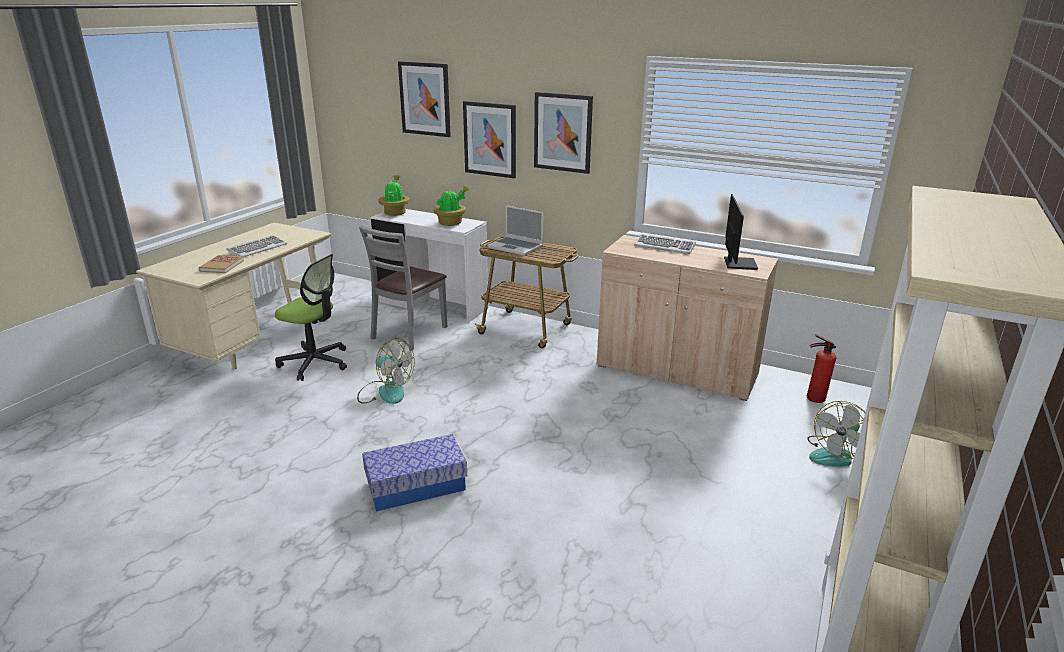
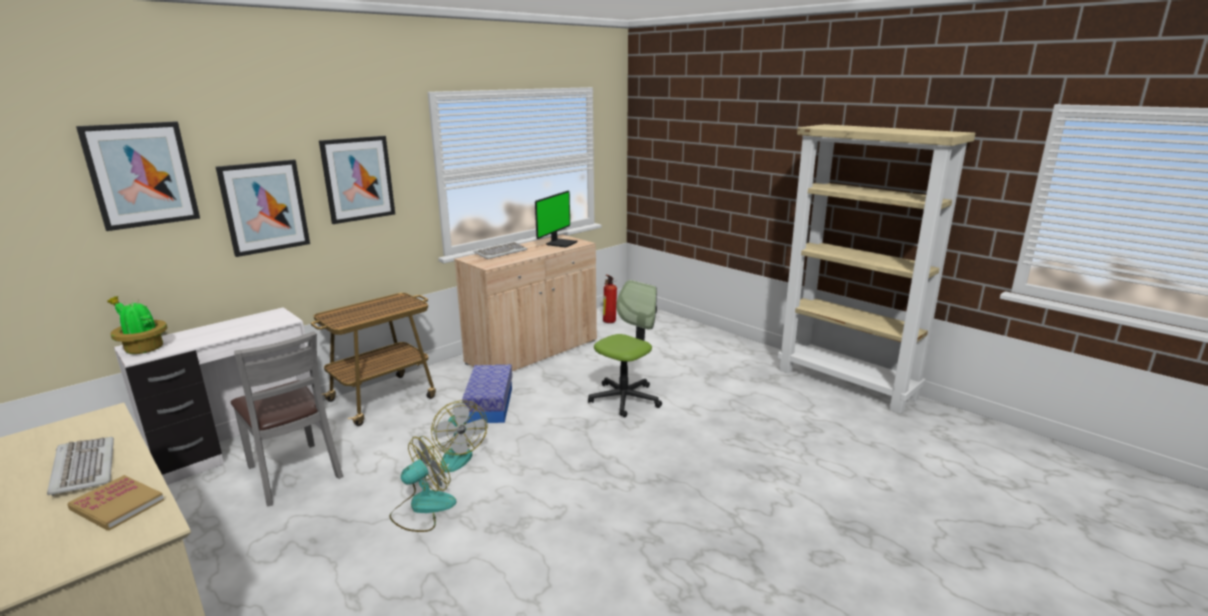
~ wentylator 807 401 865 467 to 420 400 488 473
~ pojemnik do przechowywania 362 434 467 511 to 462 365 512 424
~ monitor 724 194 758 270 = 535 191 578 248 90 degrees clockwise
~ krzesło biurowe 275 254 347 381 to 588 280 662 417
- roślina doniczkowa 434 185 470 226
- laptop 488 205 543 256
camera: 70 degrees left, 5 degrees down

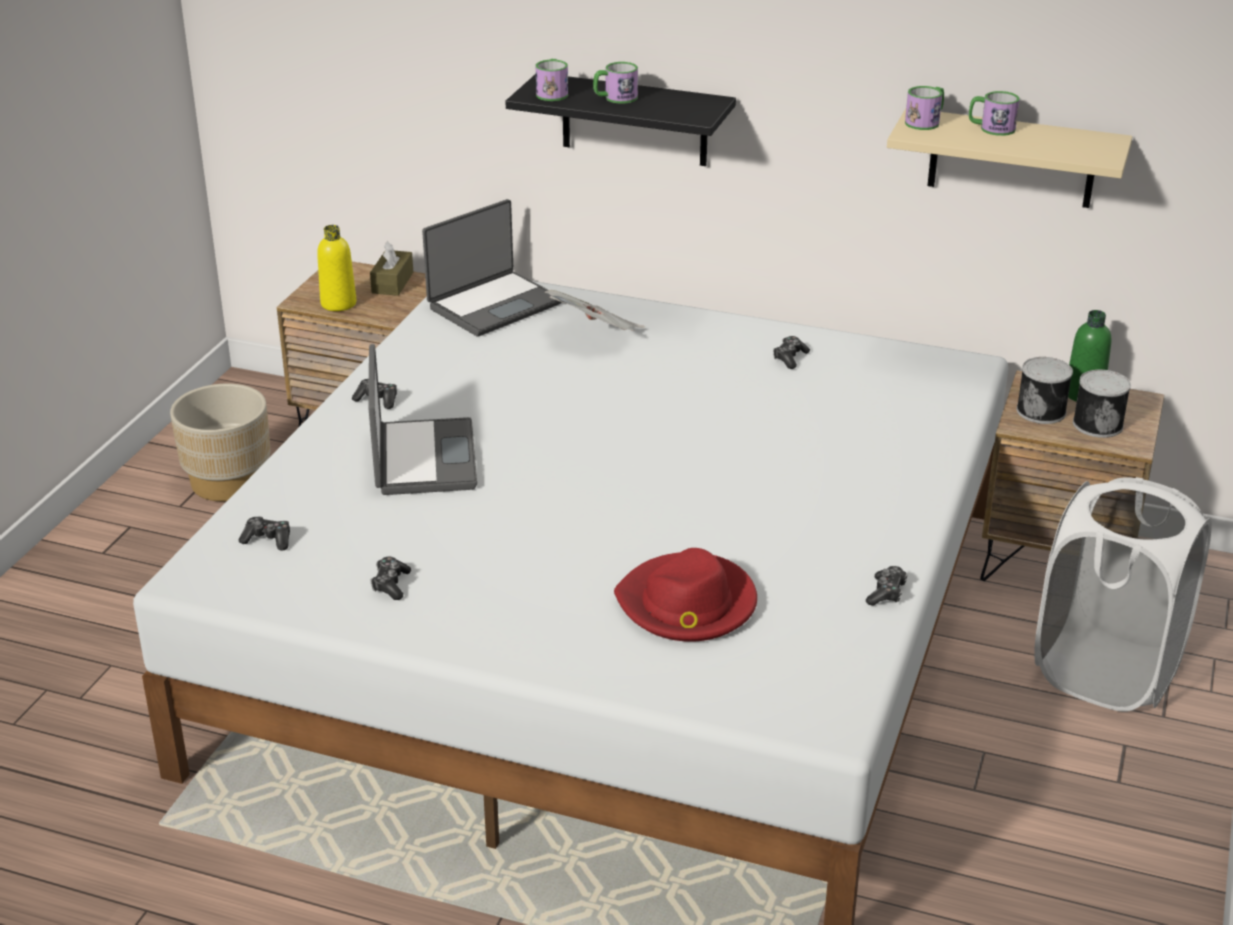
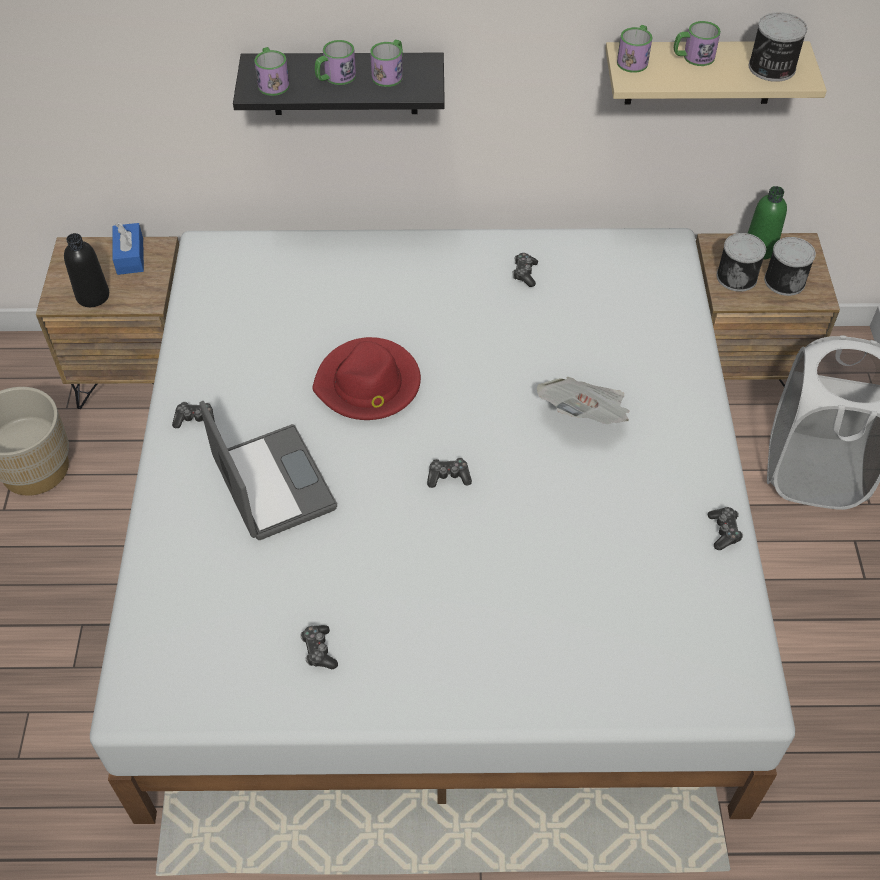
~ butelka [żółty] 317 225 357 311 to butelka [czarny] 64 233 109 307
~ pudełko chusteczek [brązowy] 370 241 413 296 to pudełko chusteczek [niebieski] 112 223 144 275
~ kapelusz [czerwony] 614 548 757 642 to 312 337 421 420
+ kubek 370 39 403 87
~ pad do gier 239 516 290 550 to 427 457 472 488
~ gazeta 545 290 645 331 to 537 377 629 424
+ puszka 749 12 807 82
- laptop 422 199 562 337
camera: 20 degrees left, 20 degrees up

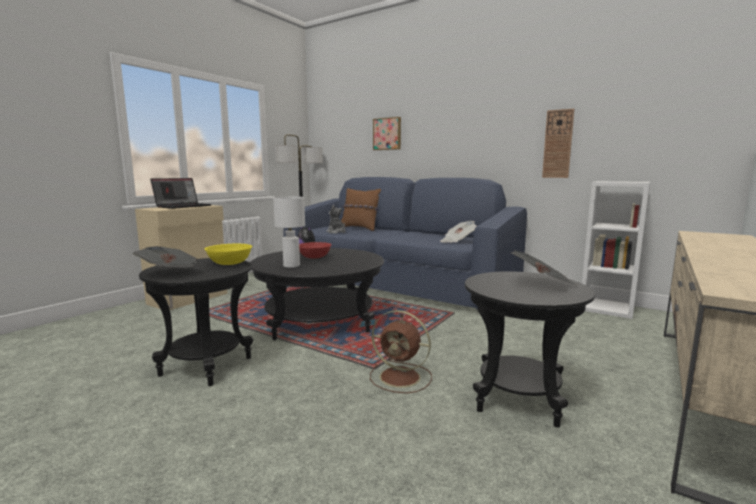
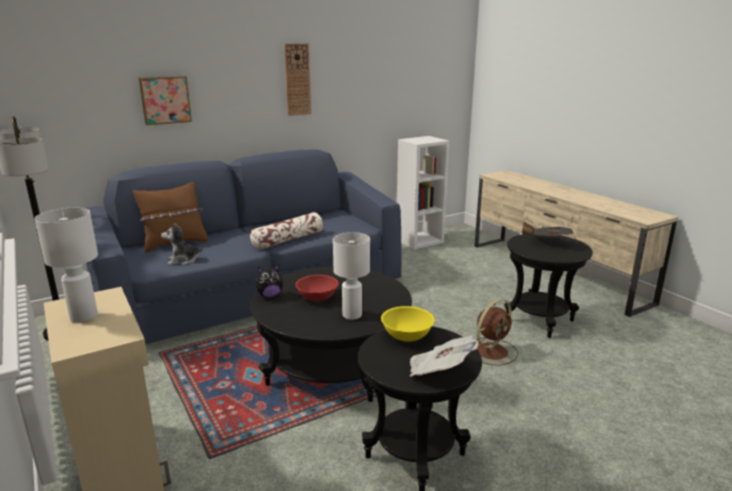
~ laptop 150 178 212 209 to lampa stołowa [biały] 34 208 98 322
+ poduszka 250 212 323 250
~ zegar ścienny 542 109 574 178 to 284 43 311 116
- gazeta 440 221 477 243
camera: 65 degrees left, 10 degrees up

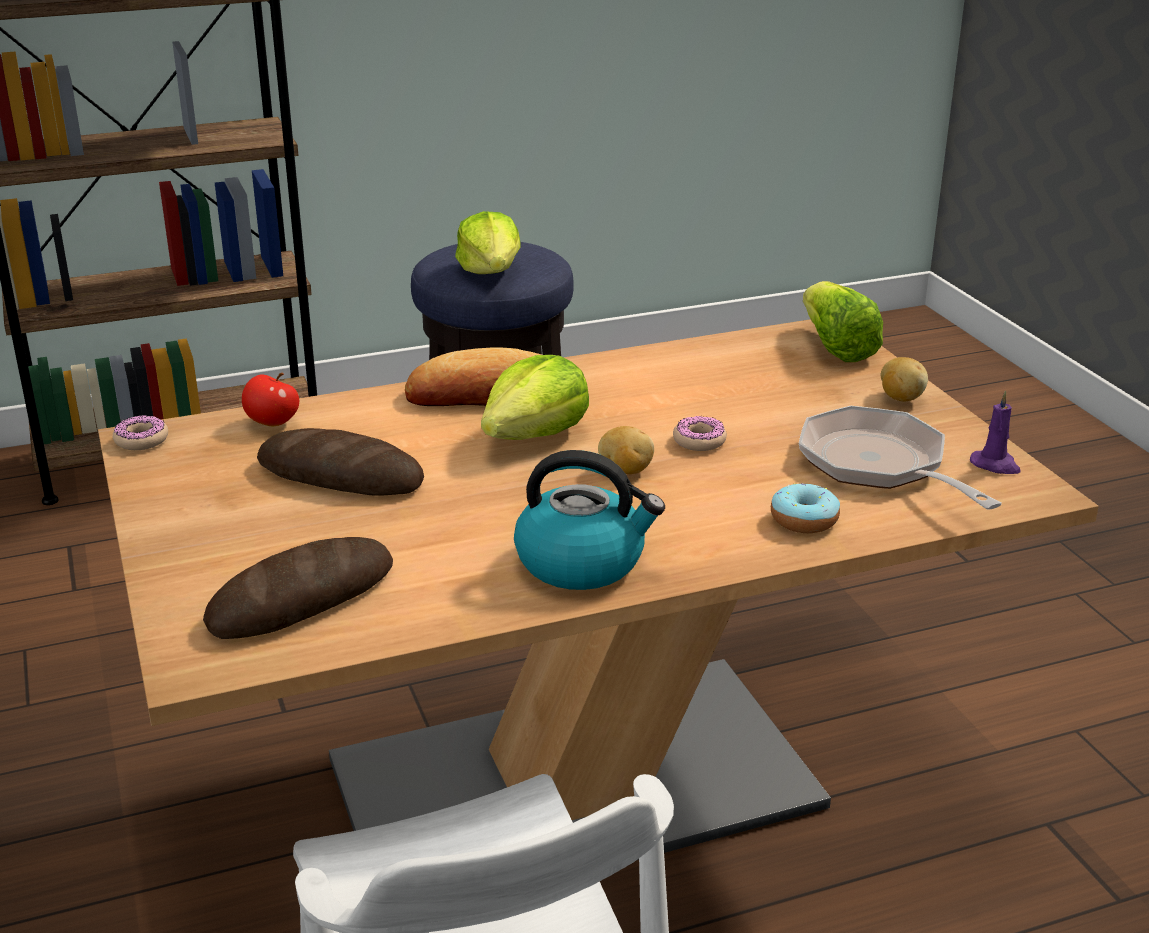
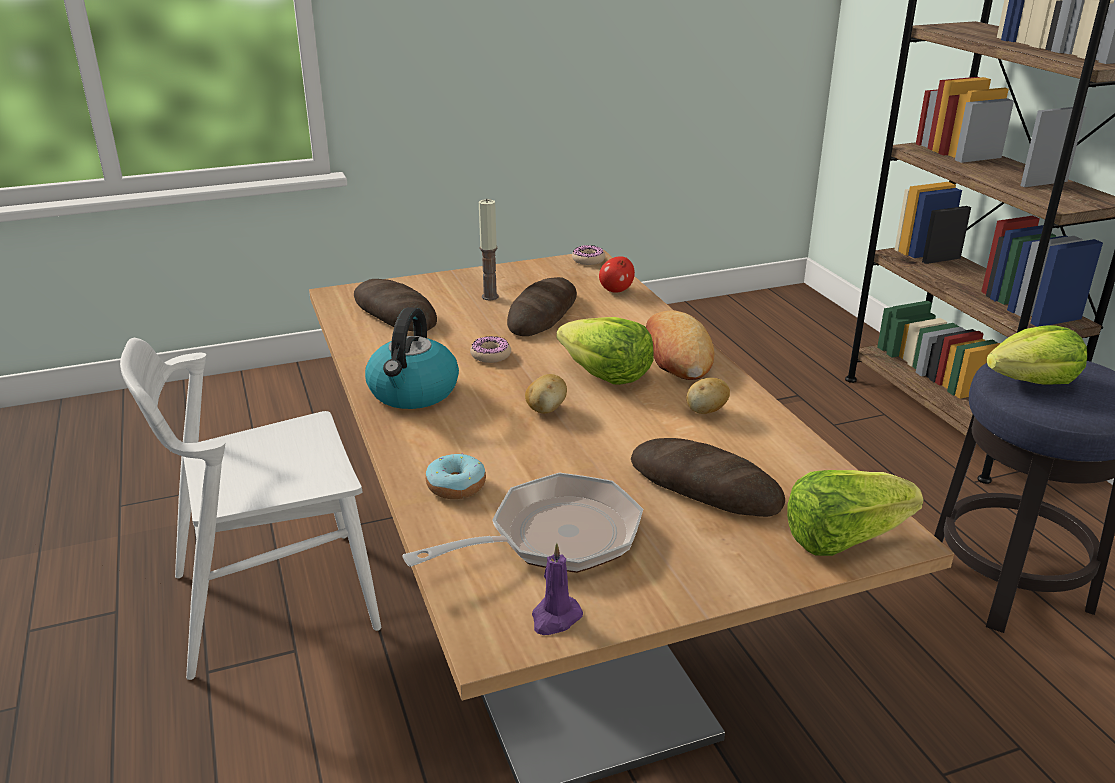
~ donut 673 416 727 451 to 470 336 511 363
+ świeca 479 198 499 300
+ chleb 631 438 785 517
~ ziemniak 880 357 928 401 to 686 378 730 414
camera: 90 degrees right, 0 degrees up

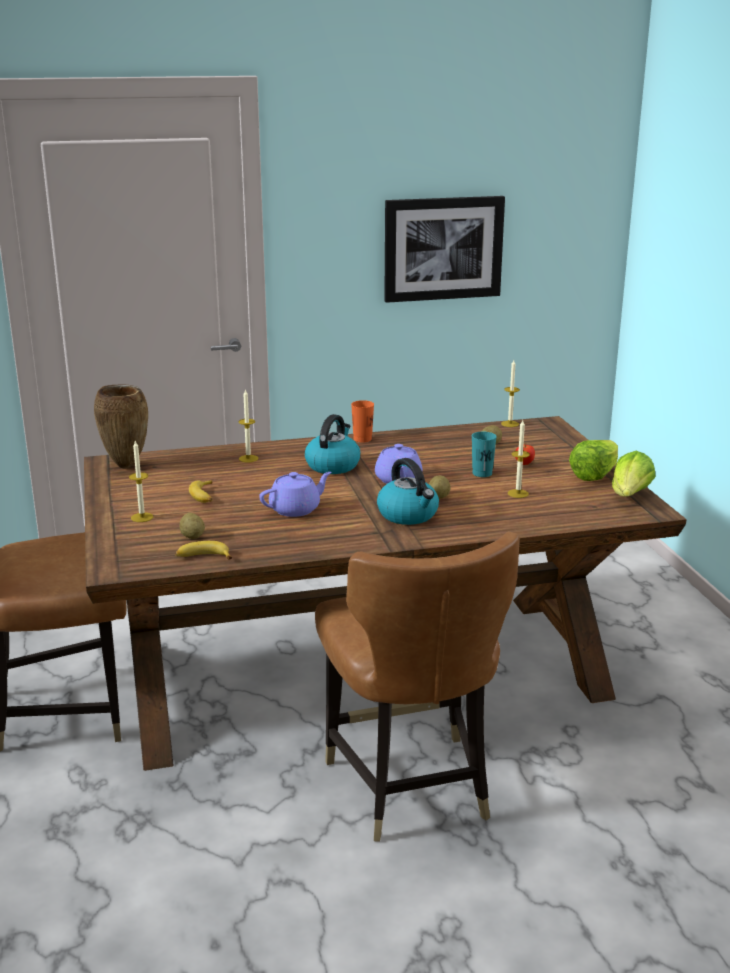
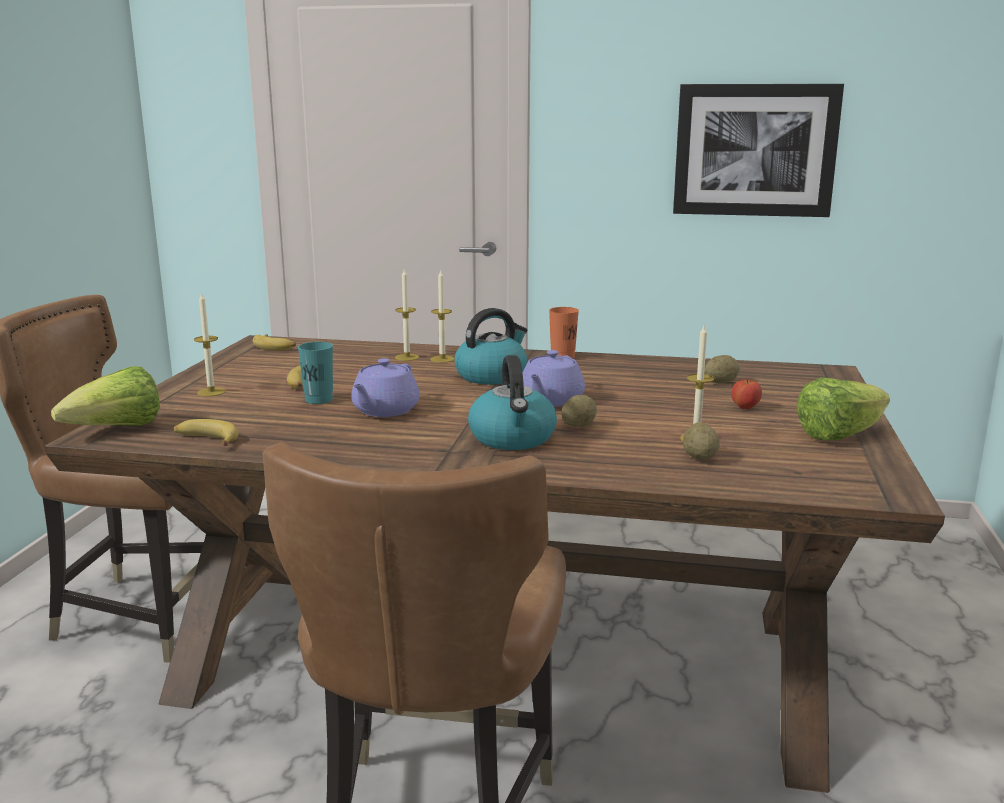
~ sałata 612 451 656 497 to 51 366 160 426
~ wazon [brązowy] 94 385 148 468 to banan 253 334 296 351
~ filiżanka [turkusowy] 472 432 497 477 to 298 342 333 404
~ imbryk [fioletowy] 259 472 332 517 = 351 358 420 417 120 degrees clockwise
~ świeca 501 360 520 427 to 430 271 454 363
~ ziemniak 180 513 205 539 to 683 422 720 460
camera: 25 degrees right, 5 degrees down

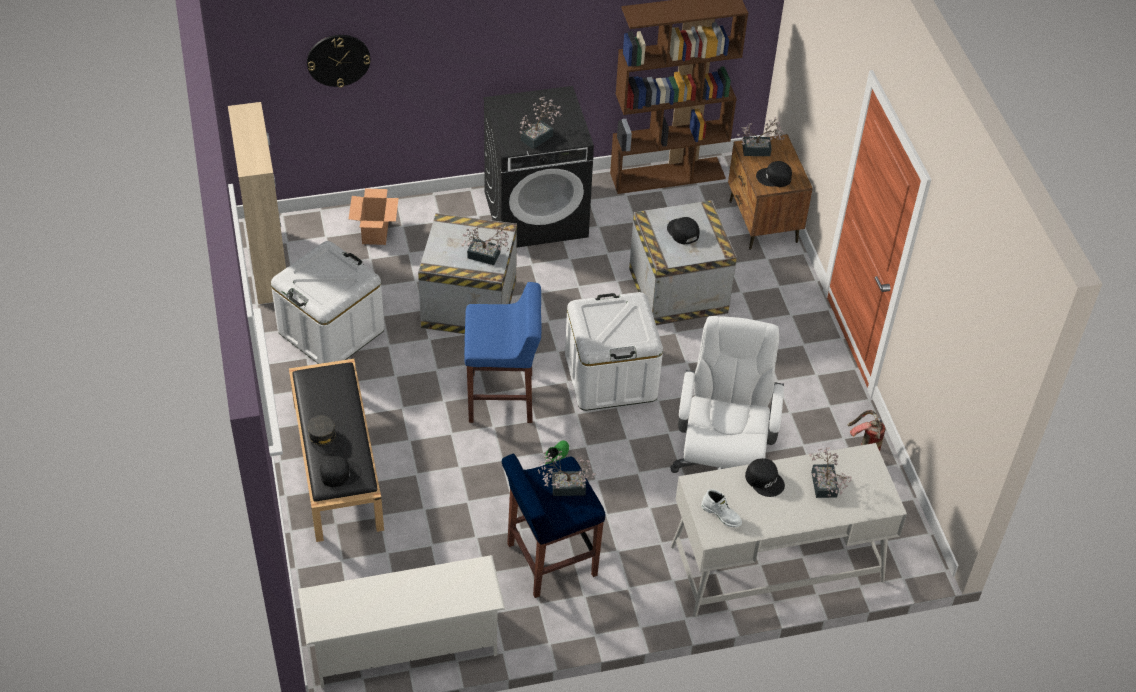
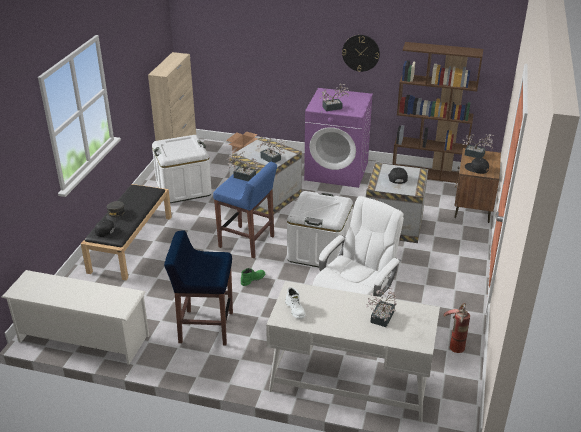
~ roślina doniczkowa 538 449 596 496 to 228 148 259 181
~ pralka [czarny] 483 86 594 247 to pralka [fioletowy] 304 88 373 188
~ zegar ścienny 307 35 370 88 to 342 35 380 72
- czapka z daszkiem [czarny] 745 458 785 497
camera: 30 degrees right, 15 degrees down

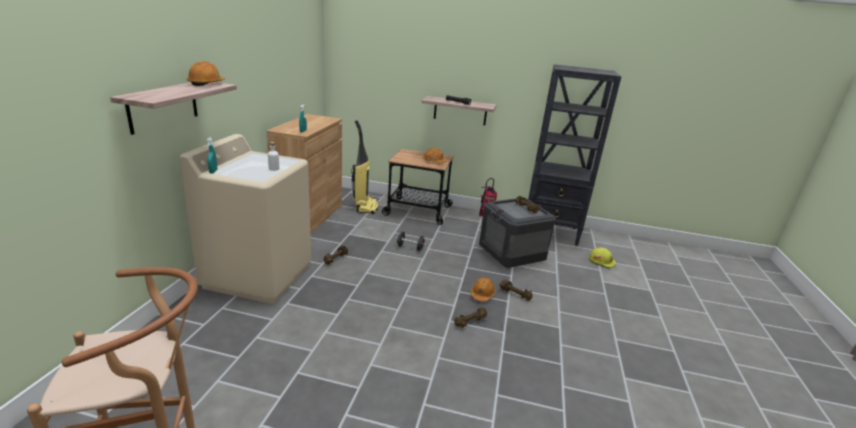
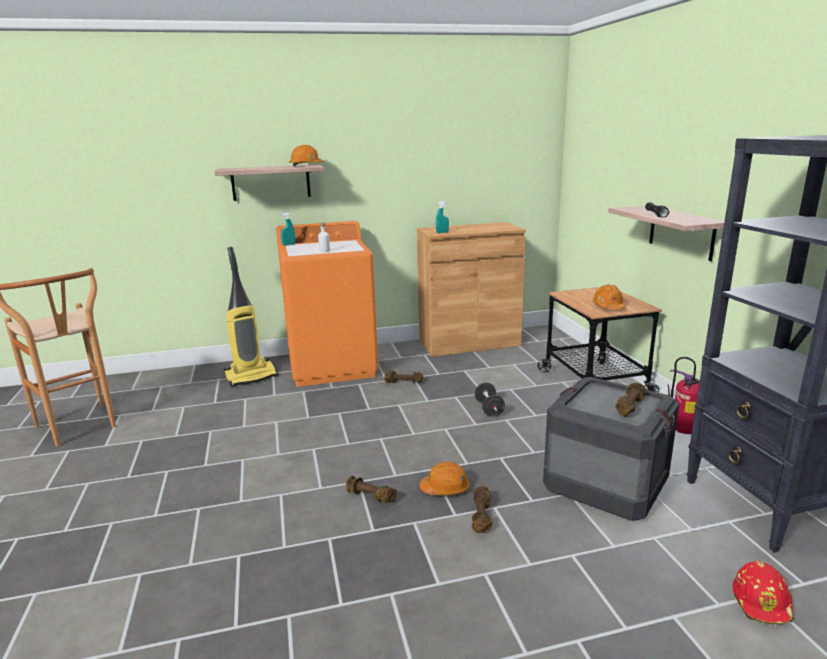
~ odkurzacz 351 120 379 214 to 224 247 278 387
~ pralka [beżowy] 180 134 311 304 to pralka [pomarańczowy] 276 221 378 387
~ kask [żółty] 589 247 616 269 to kask [czerwony] 733 561 794 625
camera: 65 degrees right, 5 degrees down

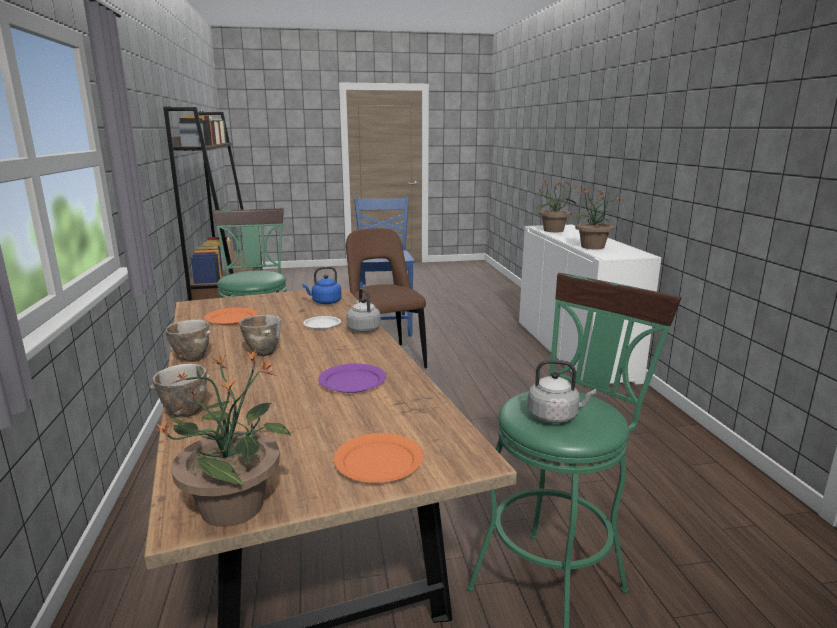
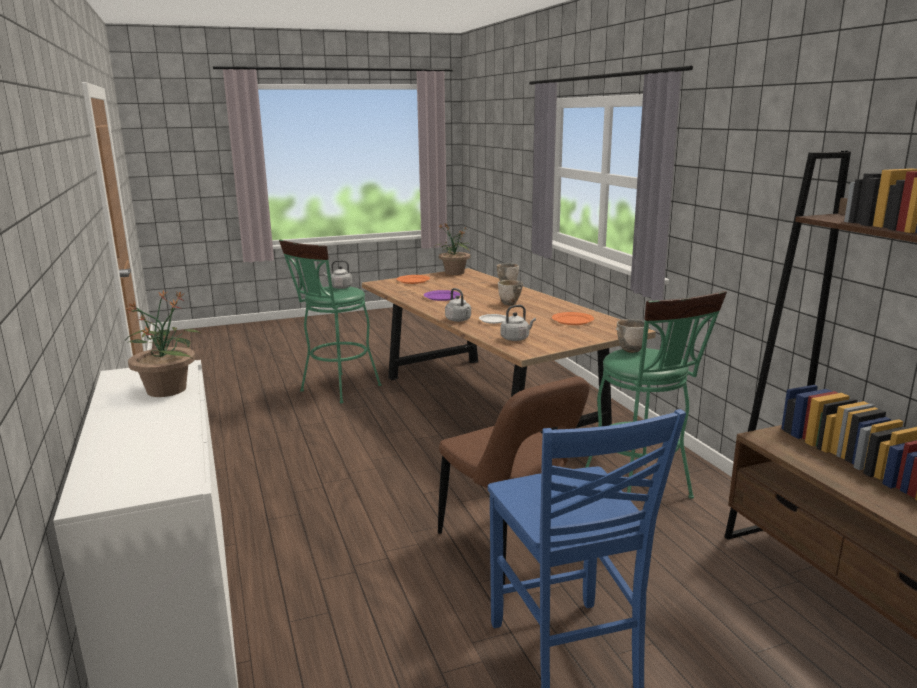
~ czajnik [niebieski] 302 266 342 304 to czajnik [szary] 501 305 536 341
~ miska 165 320 211 362 to 616 319 649 353
- roślina doniczkowa 536 181 579 232
camera: 170 degrees right, 0 degrees up

